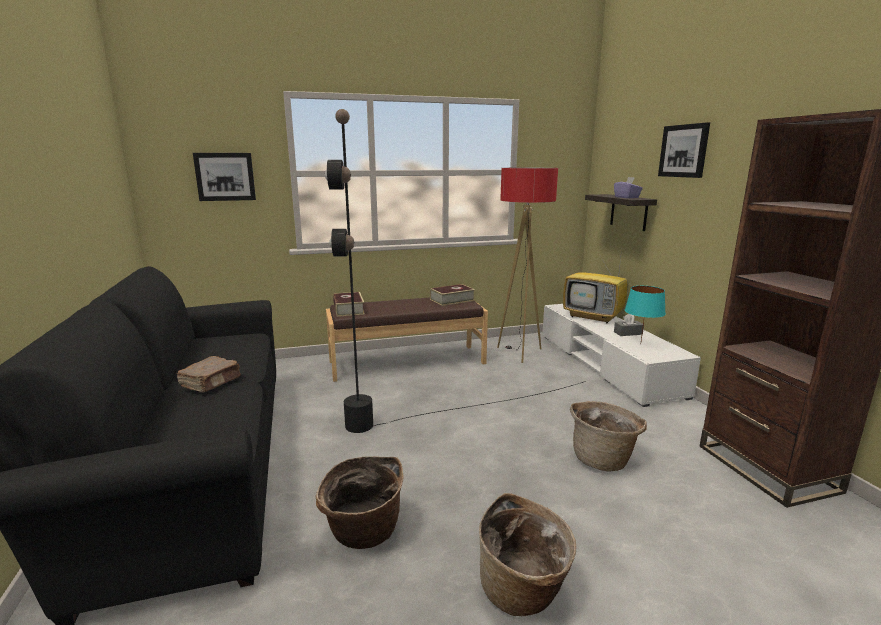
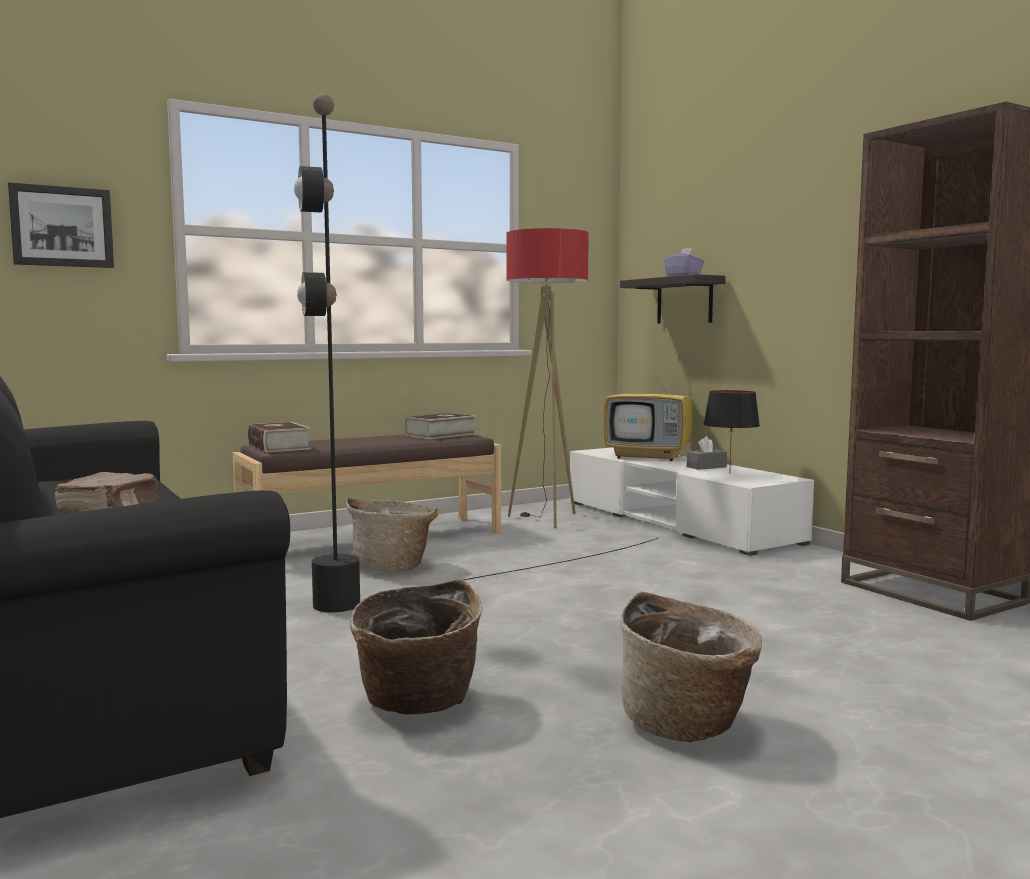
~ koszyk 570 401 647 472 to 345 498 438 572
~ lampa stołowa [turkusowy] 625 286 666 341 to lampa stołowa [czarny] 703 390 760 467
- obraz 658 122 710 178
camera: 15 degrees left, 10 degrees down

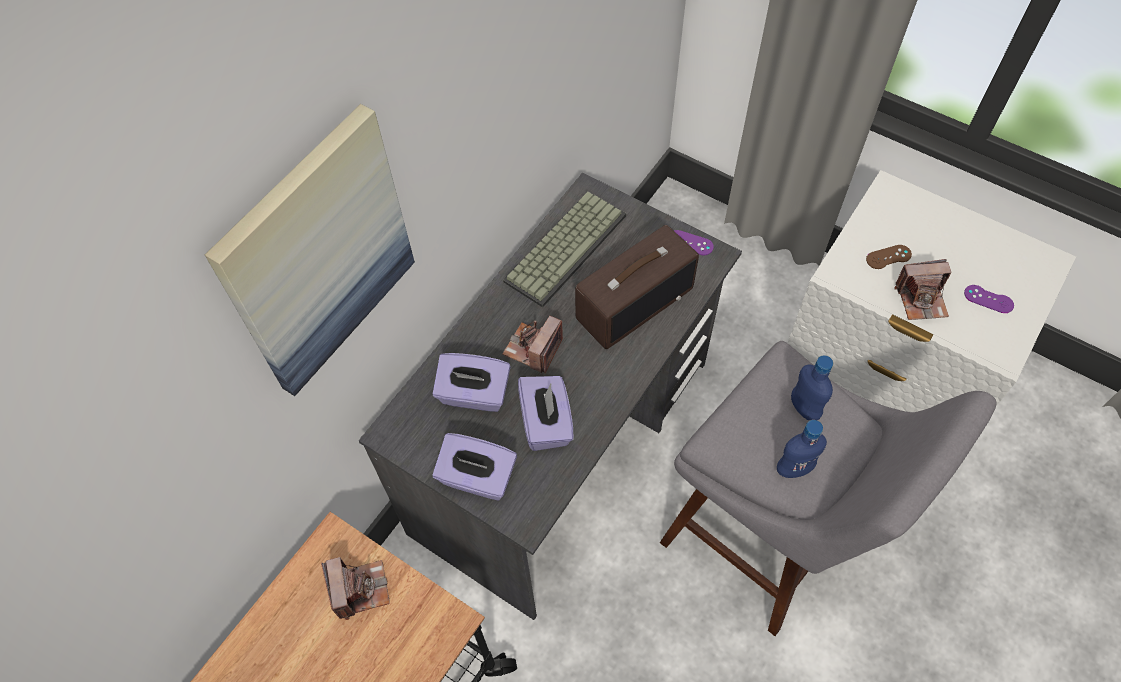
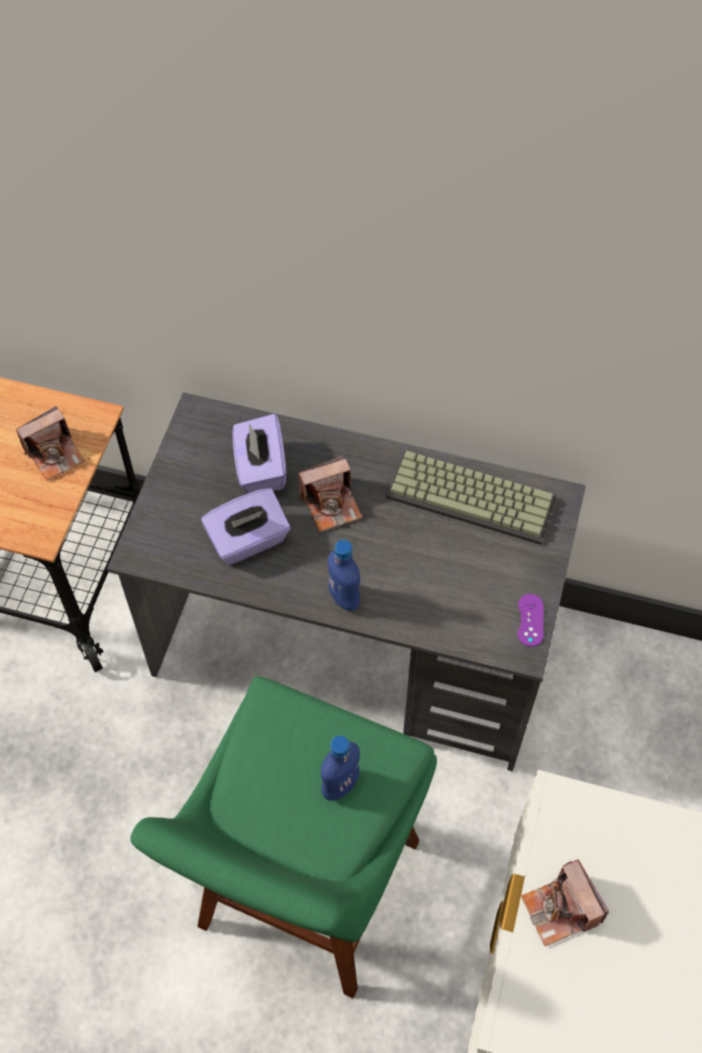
~ stołek [szary] 660 341 997 636 to stołek [zielony] 130 676 437 998
~ aparat fotograficzny 502 316 563 374 = 299 455 362 532 150 degrees clockwise
~ butelka [niebieski] 777 420 827 478 to 328 540 360 611
- obraz 205 104 415 396
- pudełko chusteczek [fioletowy] 433 433 517 501
- radio 575 225 699 349
- pad do gier [brązowy] 866 245 912 269
- pad do gier [fioletowy] 964 285 1014 313
camera: 70 degrees right, 0 degrees up

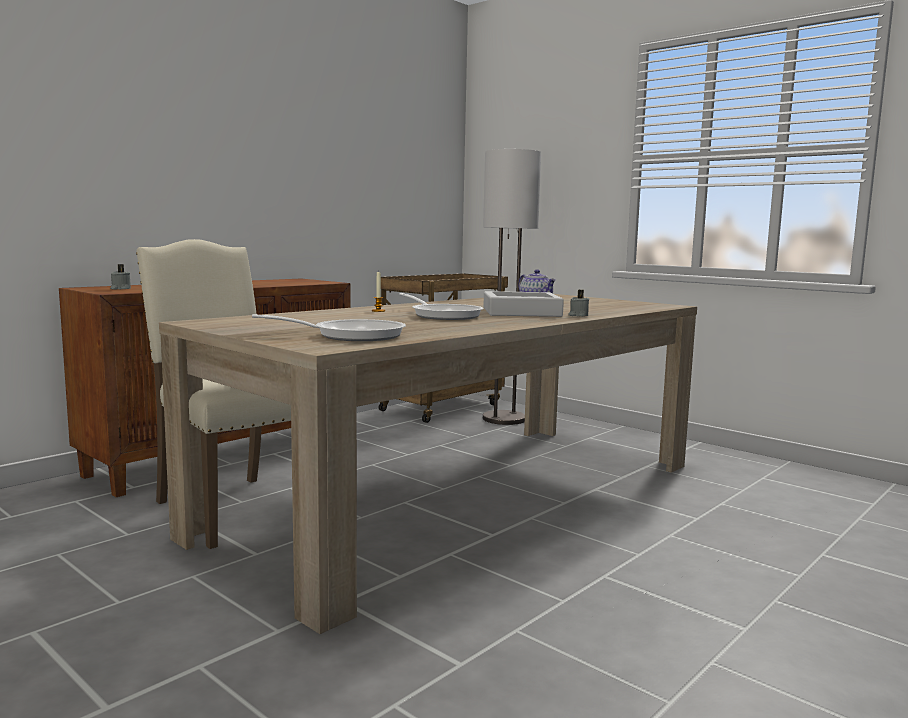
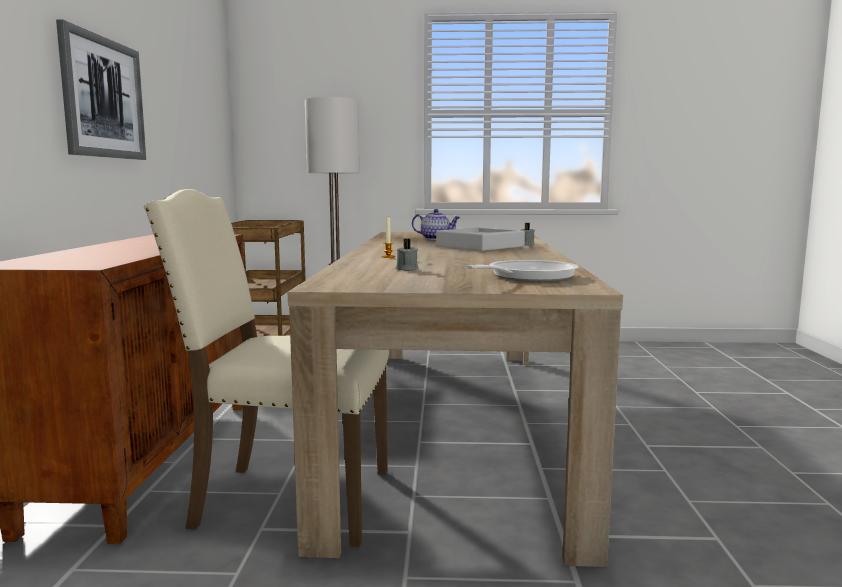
+ obraz 56 20 146 160
~ świeca [szary] 110 264 131 290 to 396 238 419 271
- patelnia 399 293 483 320
camera: 40 degrees left, 0 degrees up

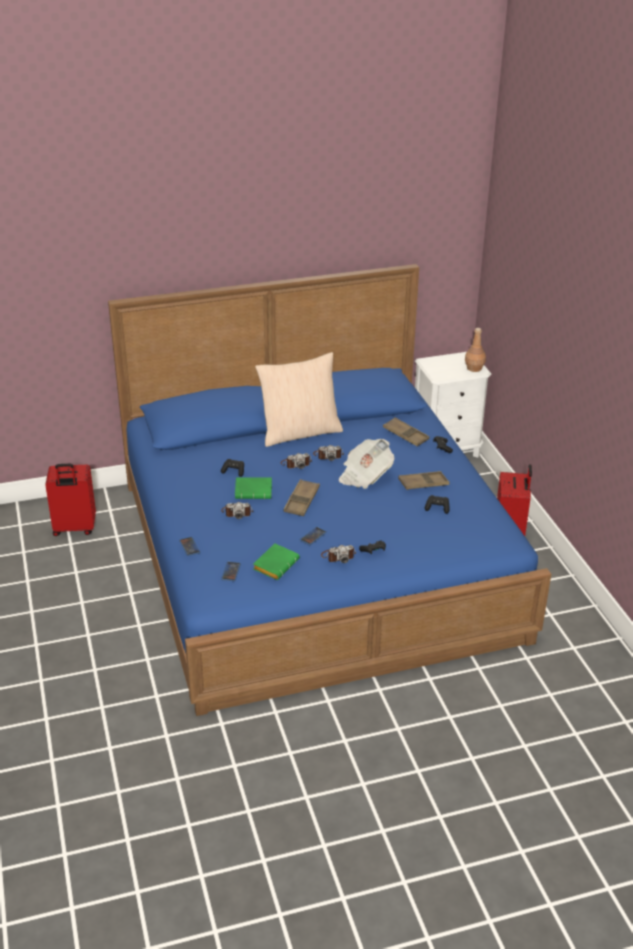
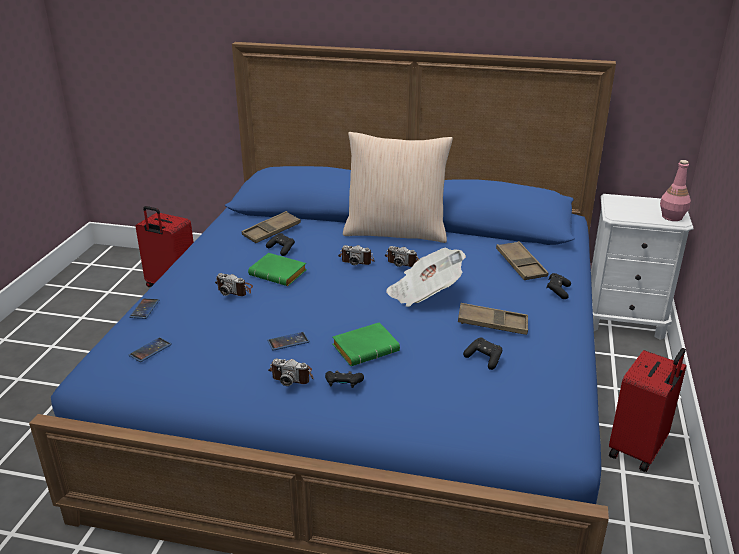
~ taca [brązowy] 283 479 320 516 to 242 211 301 243
~ książka [zielony] 253 543 300 580 to 332 322 400 366
~ butelka [brązowy] 465 328 486 372 to butelka [różowy] 660 160 691 221
camera: 30 degrees right, 5 degrees down

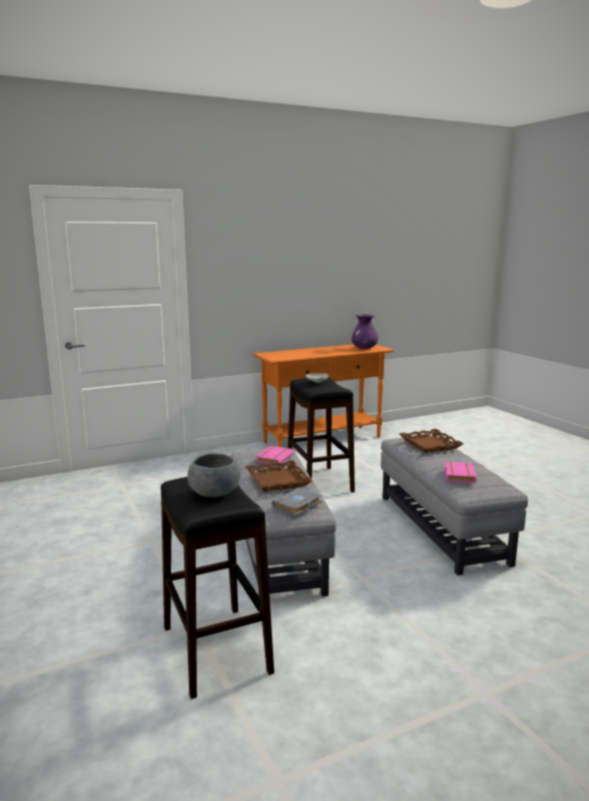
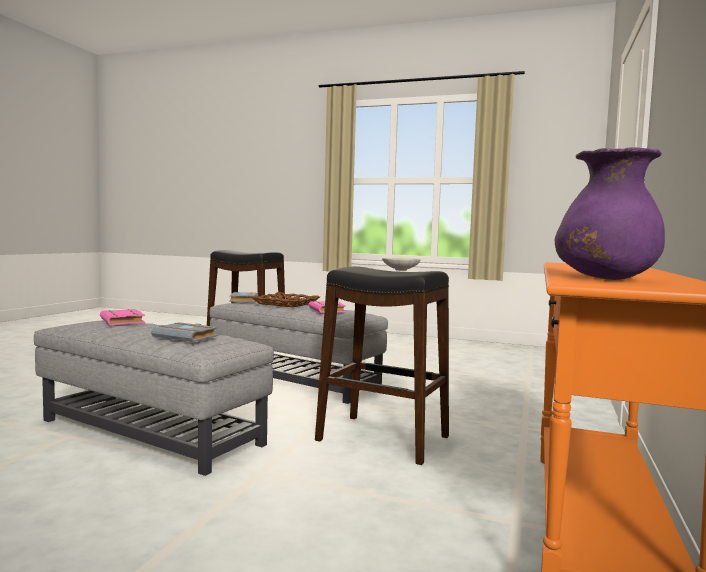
~ taca [brązowy] 399 429 464 453 to książka [szary] 151 322 218 342
- miska [szary] 187 454 240 497
camera: 135 degrees right, 10 degrees down

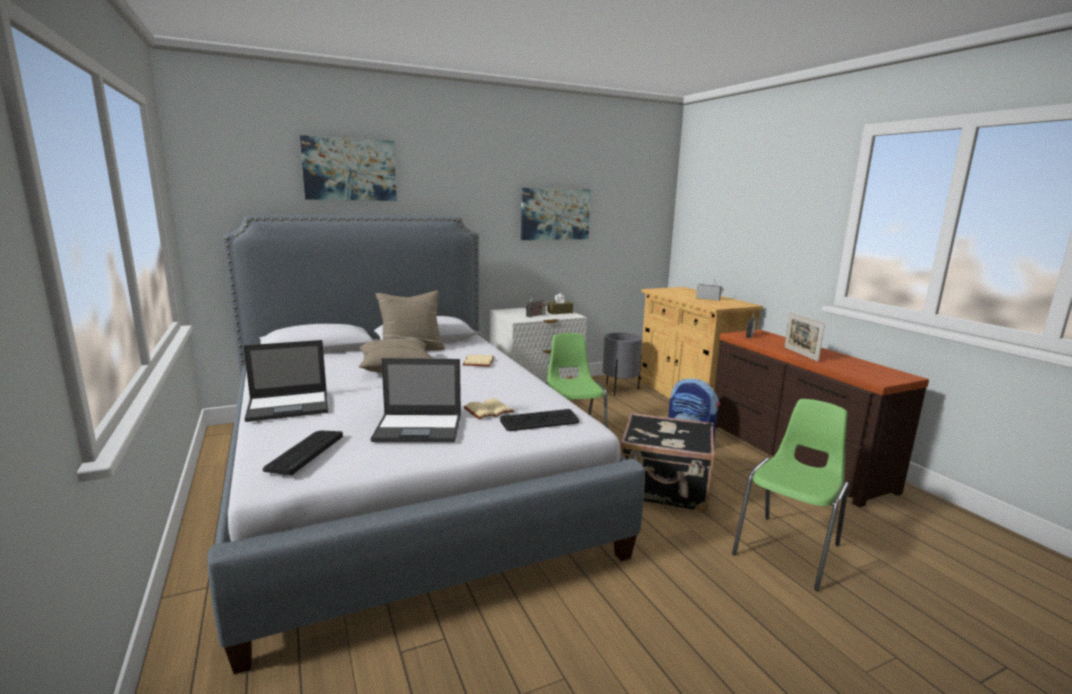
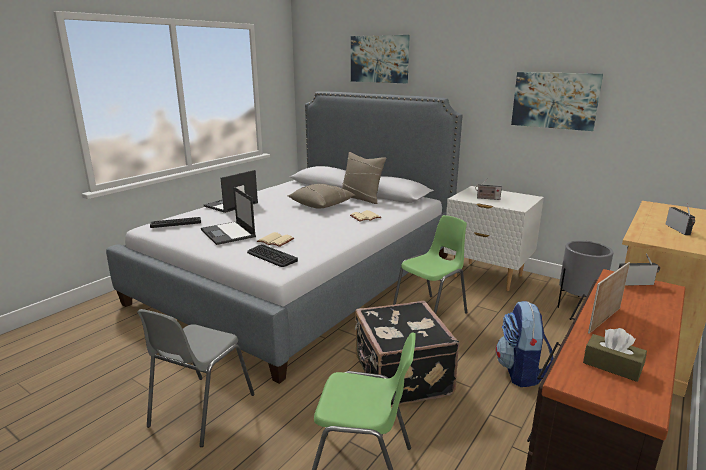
+ krzesło [szary] 137 309 254 447
~ laptop 244 340 328 422 = 203 170 258 213 90 degrees clockwise
~ pudełko chusteczek [brązowy] 547 293 573 314 to 583 328 647 382
camera: 60 degrees right, 5 degrees up

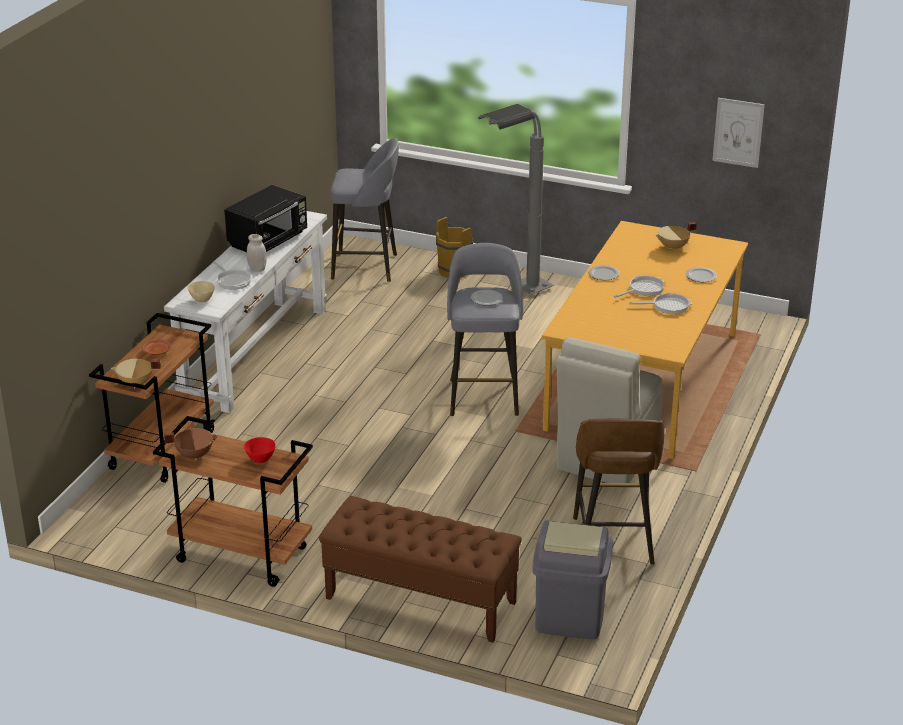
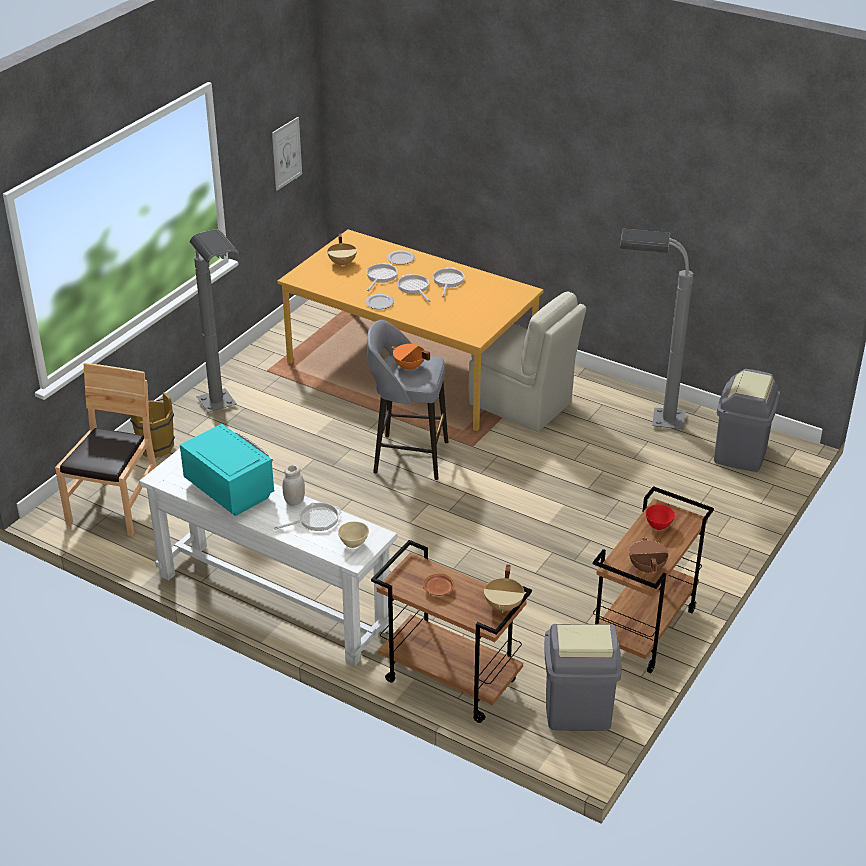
~ stołek [szary] 331 138 399 282 to krzesło [brązowy] 55 363 157 536
~ mikrofalówka [czarny] 224 185 307 252 to mikrofalówka [turkusowy] 180 424 274 516
+ patelnia 367 263 398 291
~ talerz 471 290 503 305 to garnek [pomarańczowy] 392 344 430 371
+ kosz na śmieci [szary] 545 624 622 731
~ stołek [brązowy] 573 419 664 565 to lampa stojąca [szary] 620 229 693 429
- ławka [brązowy] 319 496 522 643
camera: 80 degrees left, 5 degrees up

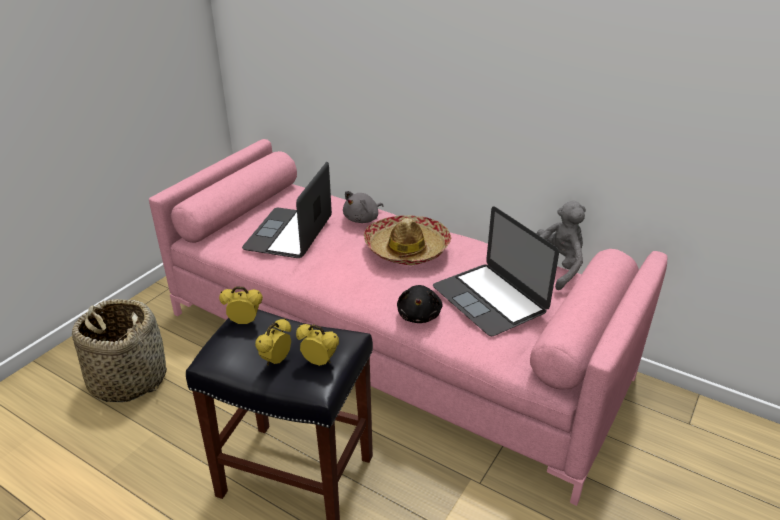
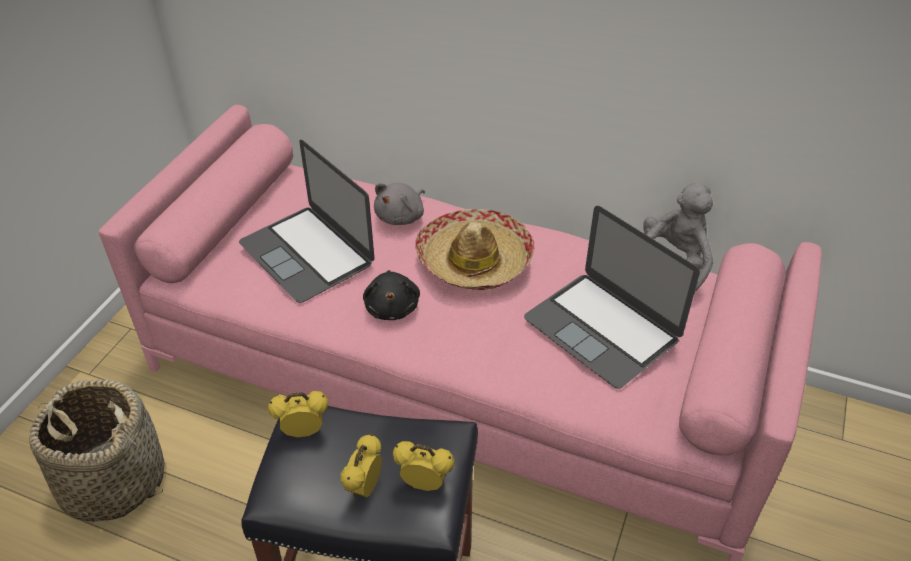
~ laptop 242 162 332 258 = 239 140 374 303 45 degrees counterclockwise
~ pluszak [czarny] 397 285 443 323 to 363 270 420 320
camera: 10 degrees left, 10 degrees up

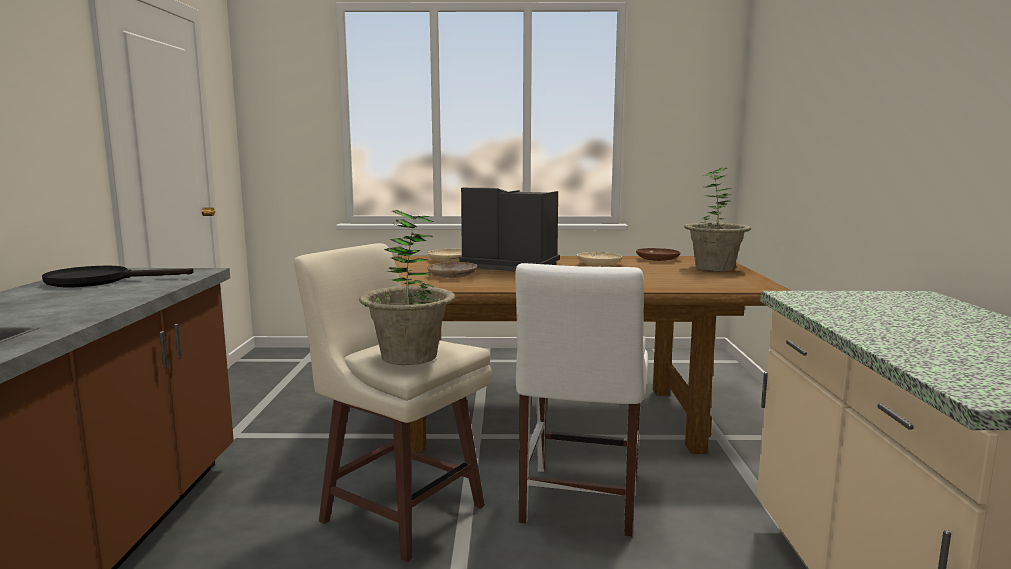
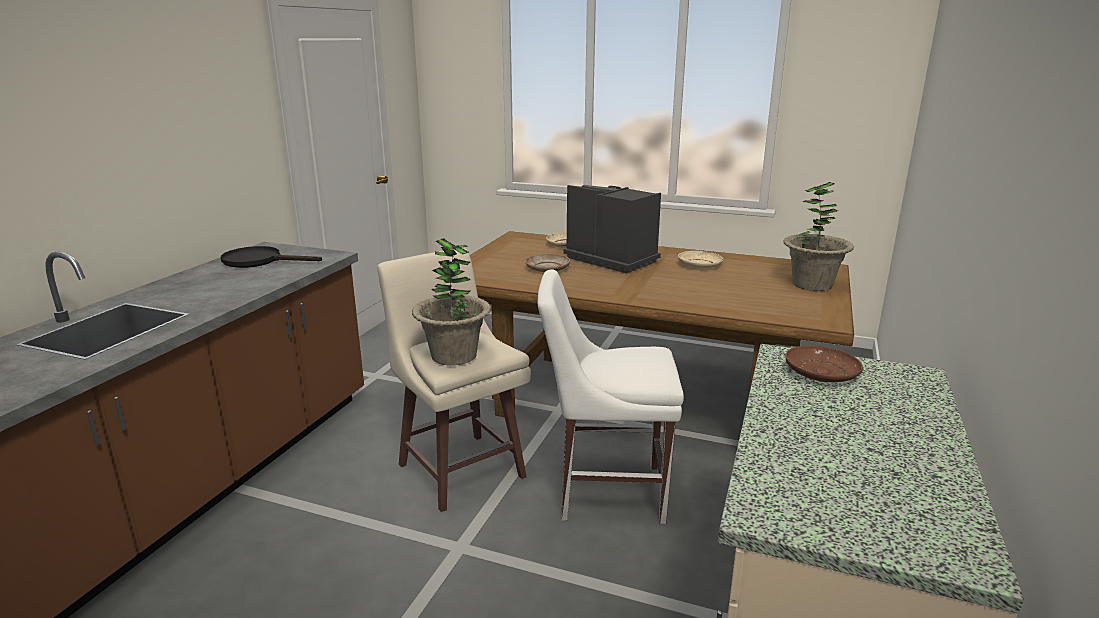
~ krzesło [biały] 515 263 648 536 = 538 270 684 524 60 degrees clockwise
~ talerz [brązowy] 636 248 680 261 to 785 345 863 382
camera: 20 degrees right, 10 degrees up

